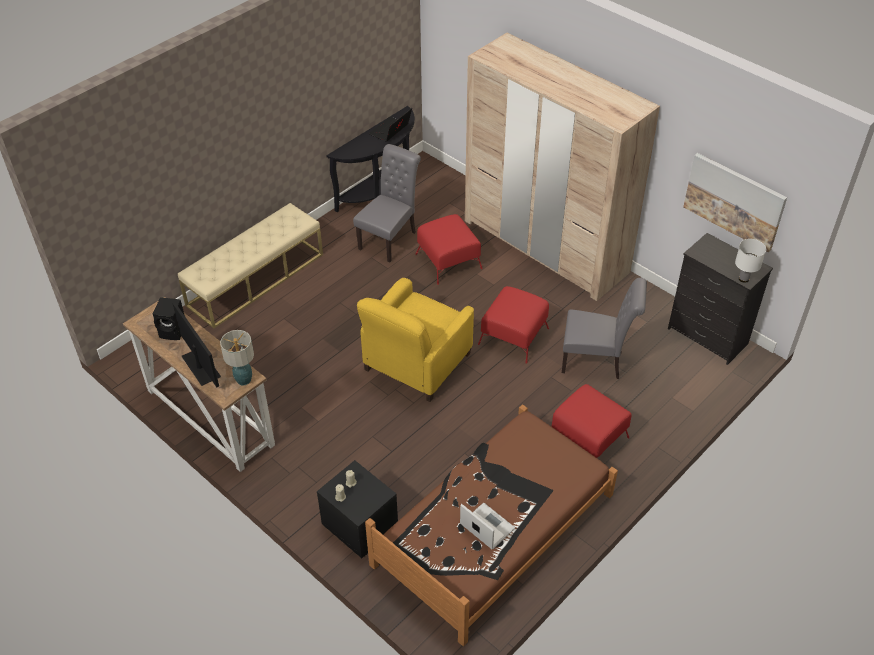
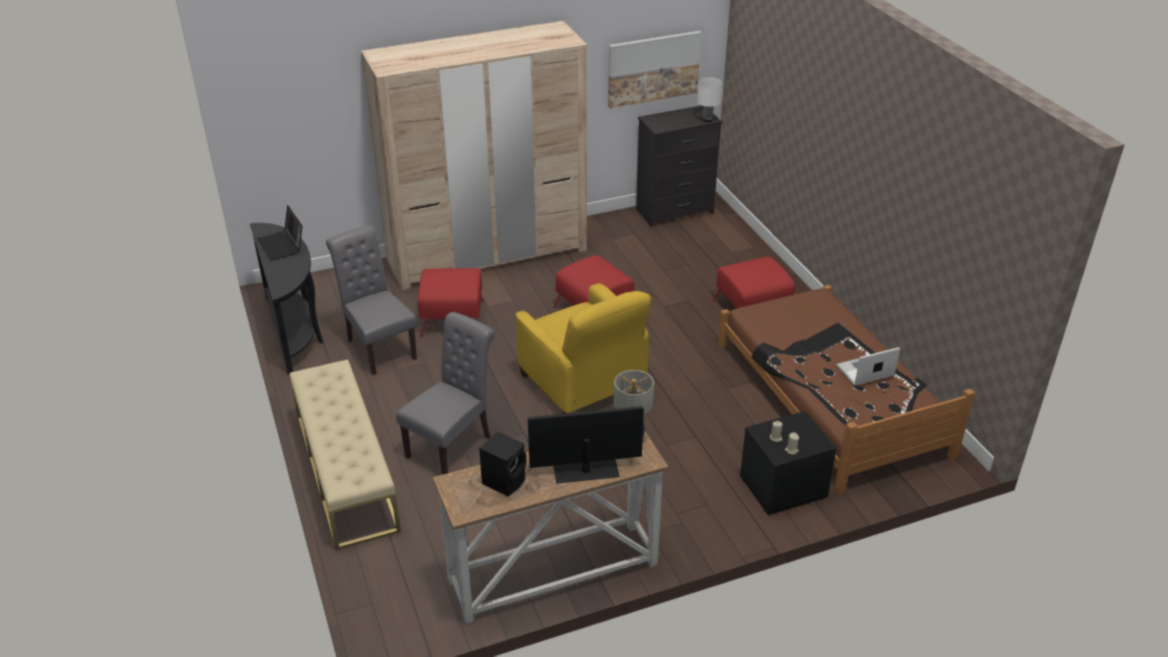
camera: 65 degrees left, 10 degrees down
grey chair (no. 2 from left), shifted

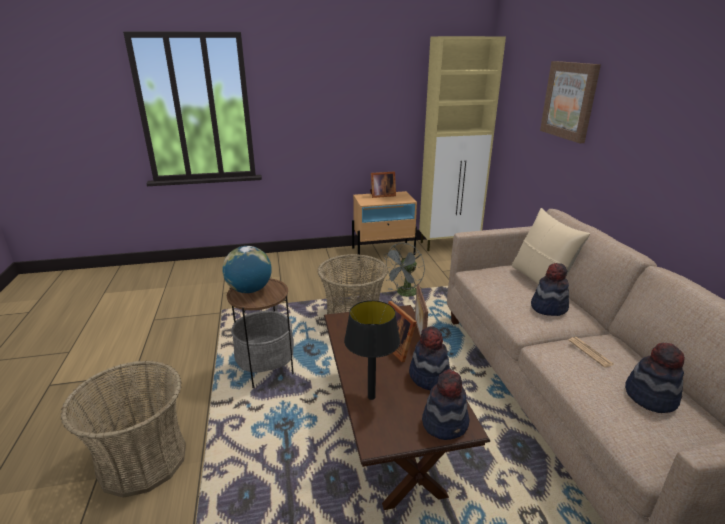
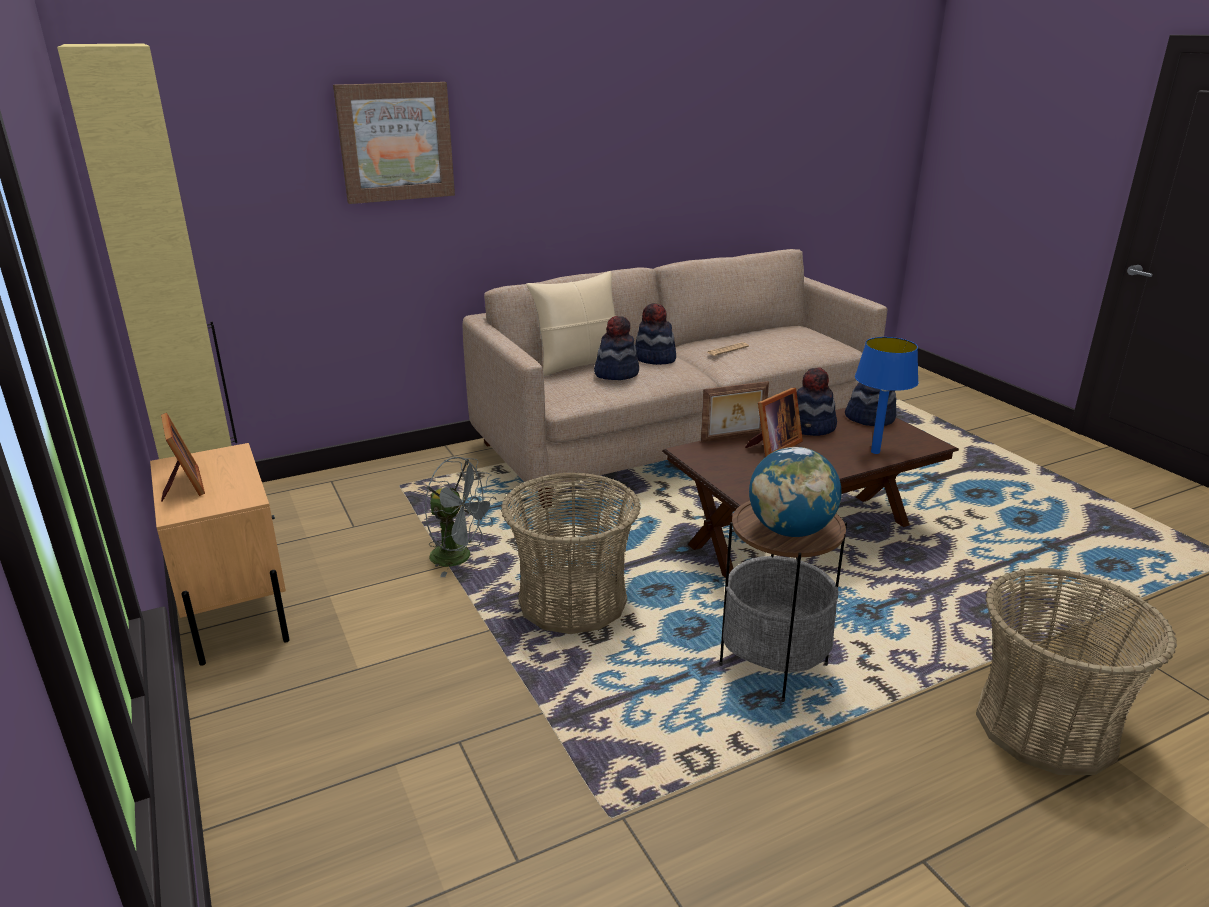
camera: 105 degrees left, 0 degrees up
hat (no. 4 from left in the first image) -> hat (no. 1 from left), shifted
black table lamp -> blue table lamp

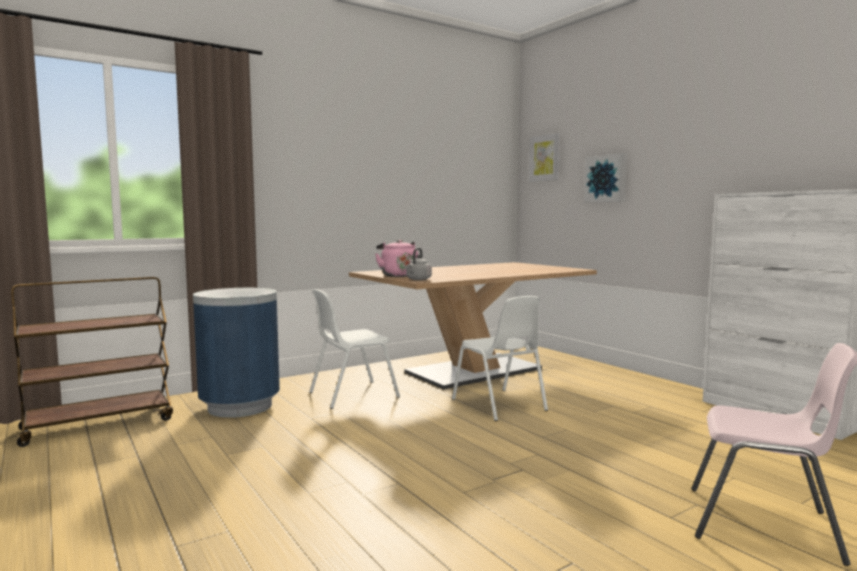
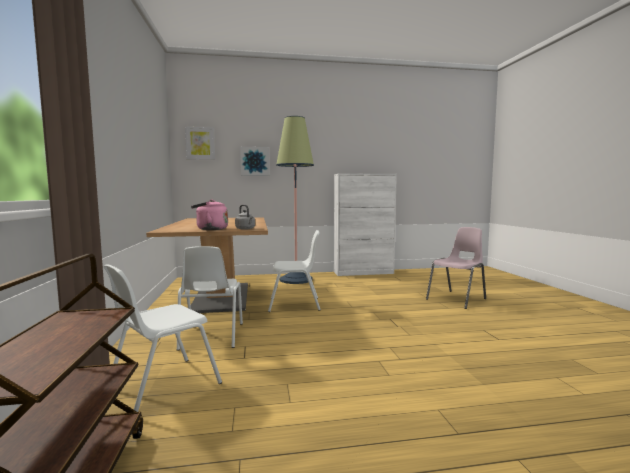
camera: 65 degrees left, 0 degrees up
blue trash can -> white chair (no. 1 from left)
none -> floor lamp

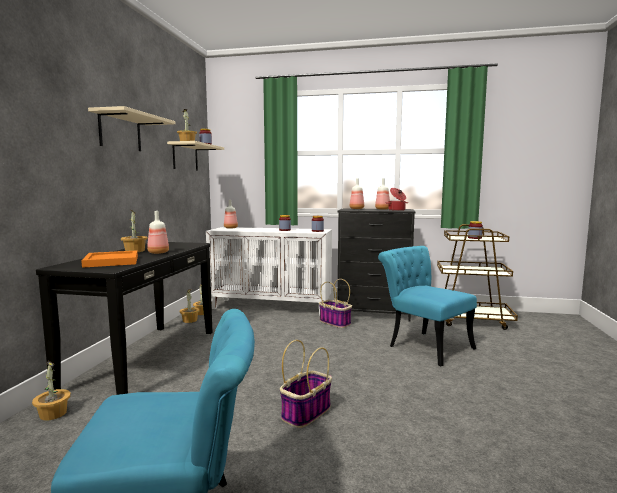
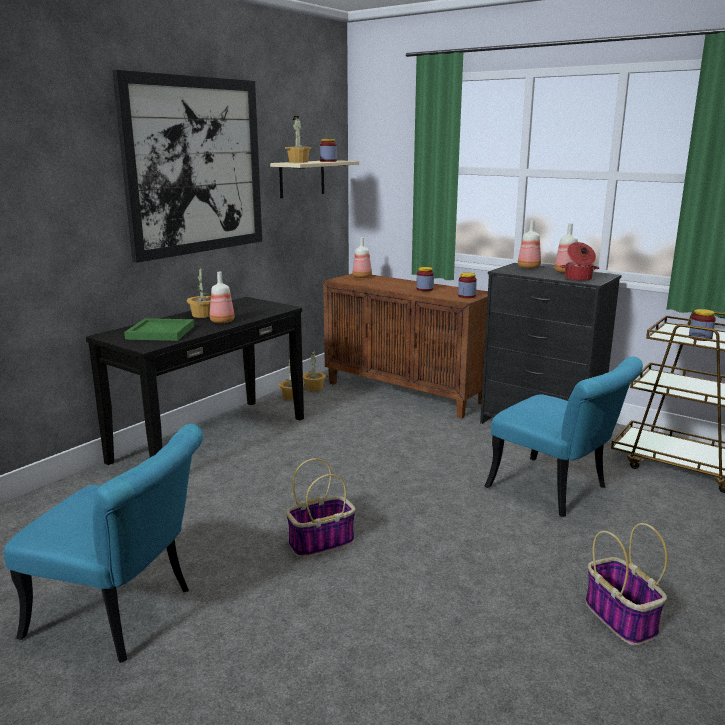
camera: 25 degrees right, 10 degrees up
beige shelf (no. 1 from left) -> picture
orange tray -> green tray
white cabinet -> brown cabinet
turquoise chair (no. 2 from left), 150 degrees clockwise
basket (no. 2 from left), shifted
potted plant (no. 1 from left) -> none

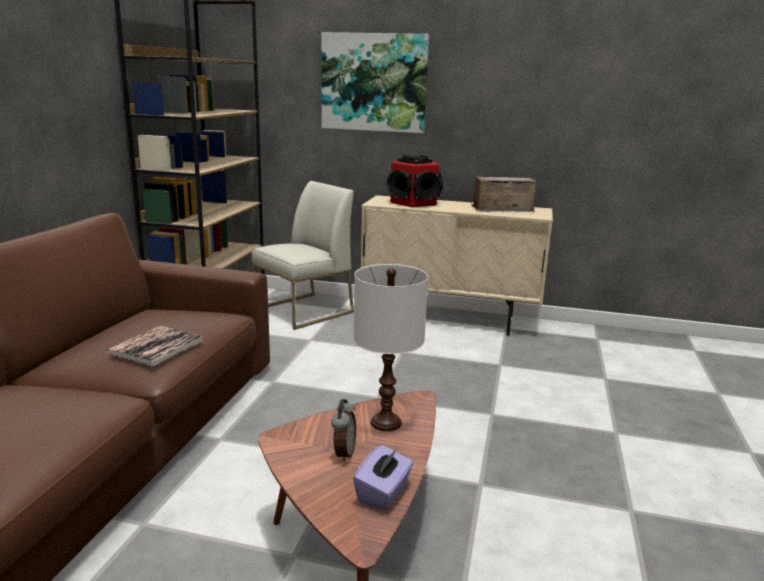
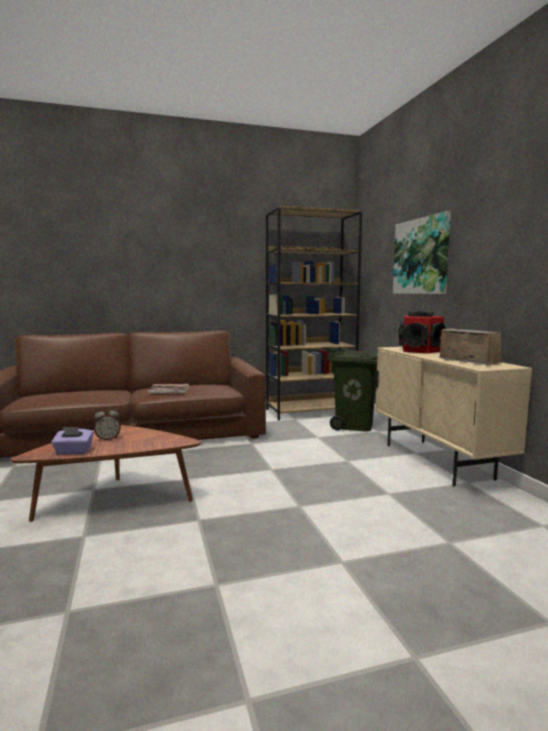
camera: 60 degrees right, 10 degrees down
white chair -> green trash can
white table lamp -> none

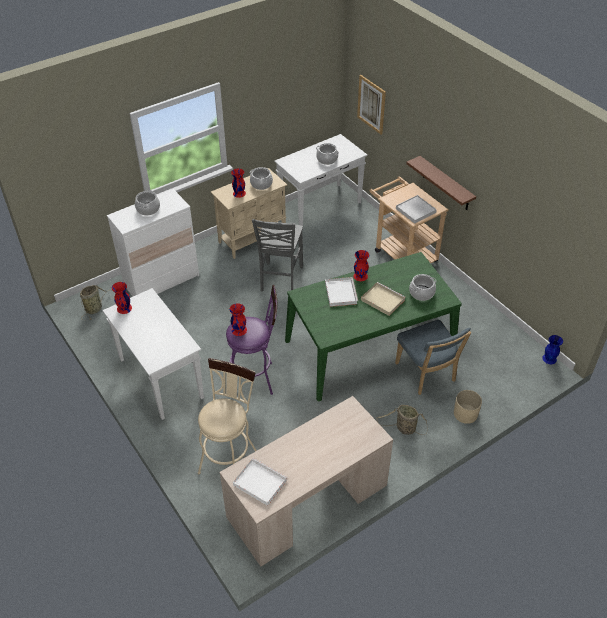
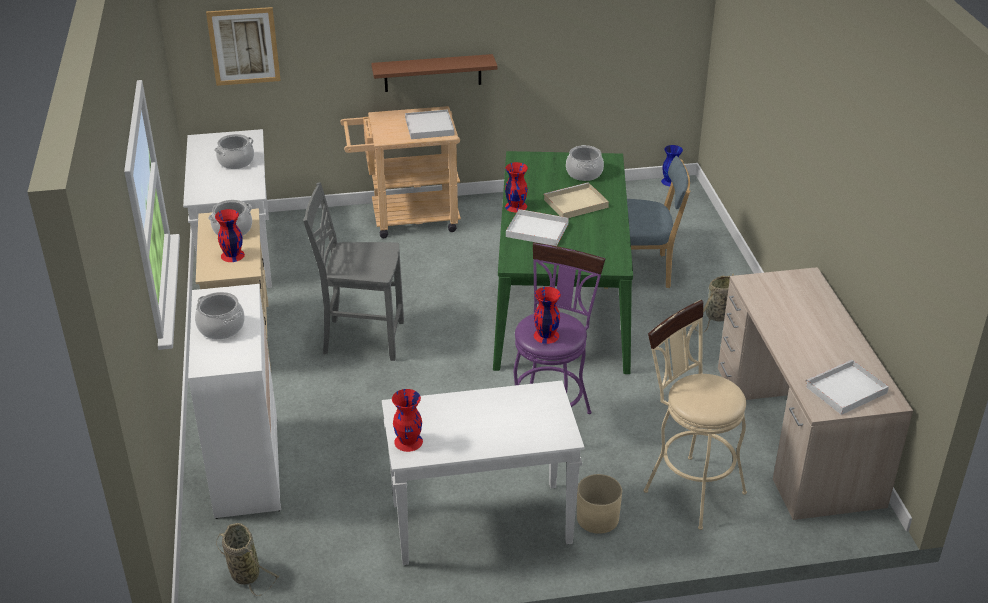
camera: 65 degrees left, 10 degrees down
grey chair, 150 degrees clockwise
beige planter, shifted

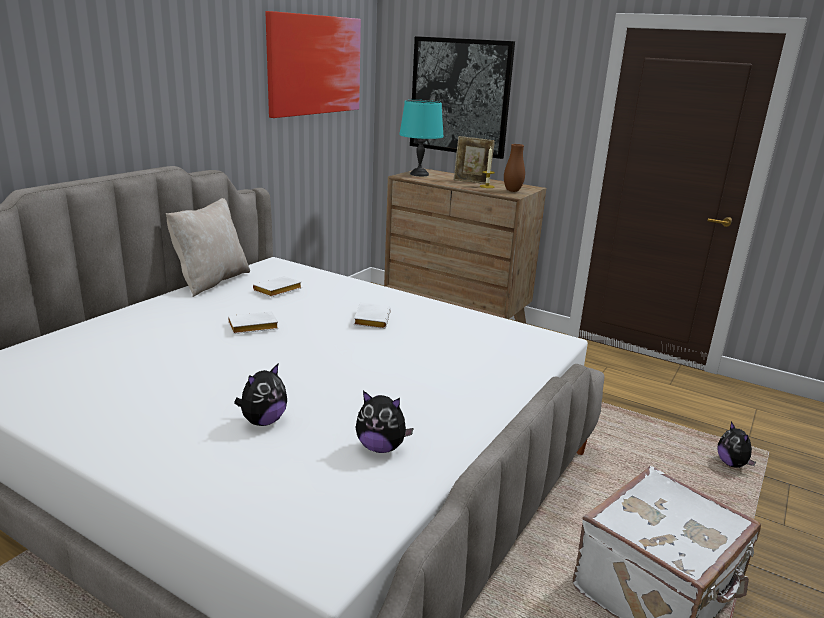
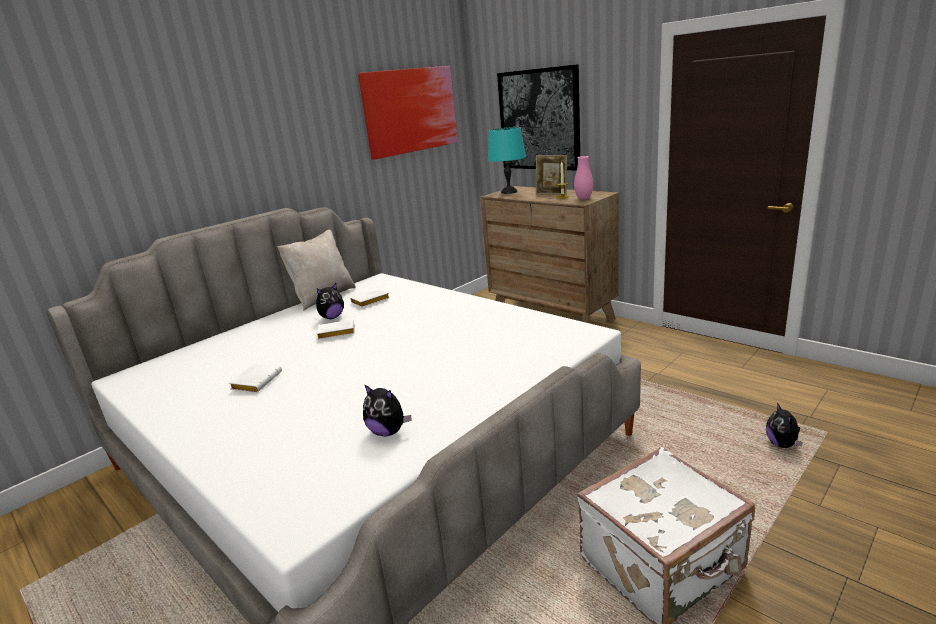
camera: 15 degrees right, 0 degrees up
white book (no. 3 from left in the first image) -> white book (no. 1 from left), shifted
plush toy (no. 1 from left), shifted
brown vase -> pink vase

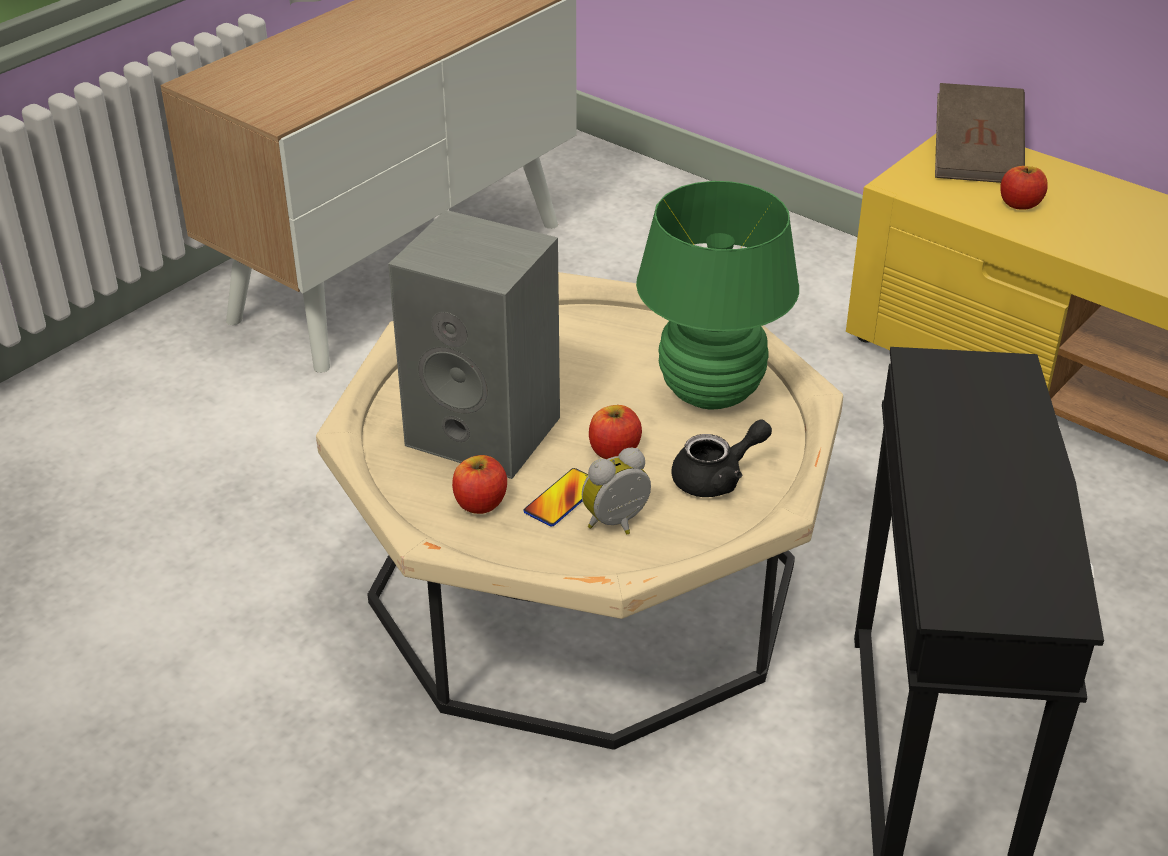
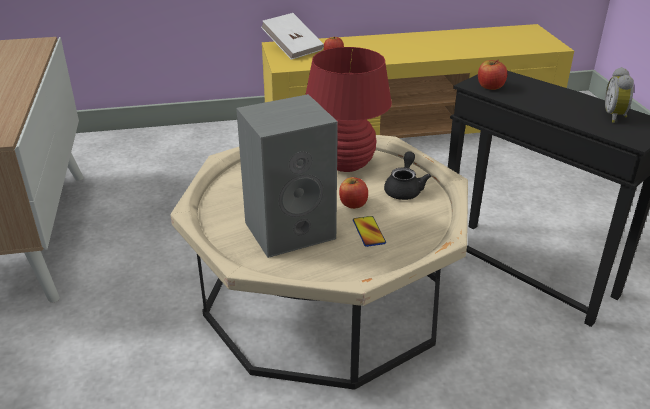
camera: 50 degrees left, 5 degrees down
brown book -> white book
green table lamp -> red table lamp
apple (no. 1 from left in the first image) -> apple (no. 3 from left), shifted
alarm clock, shifted

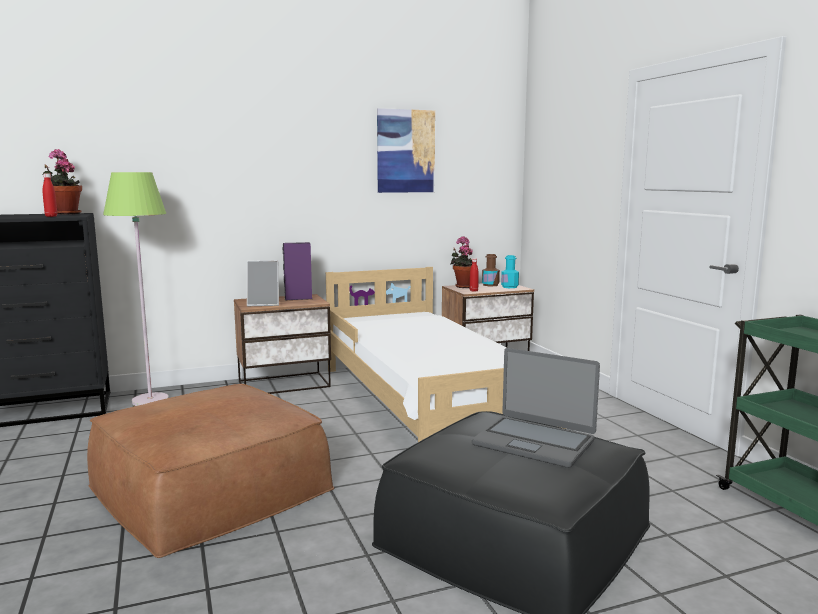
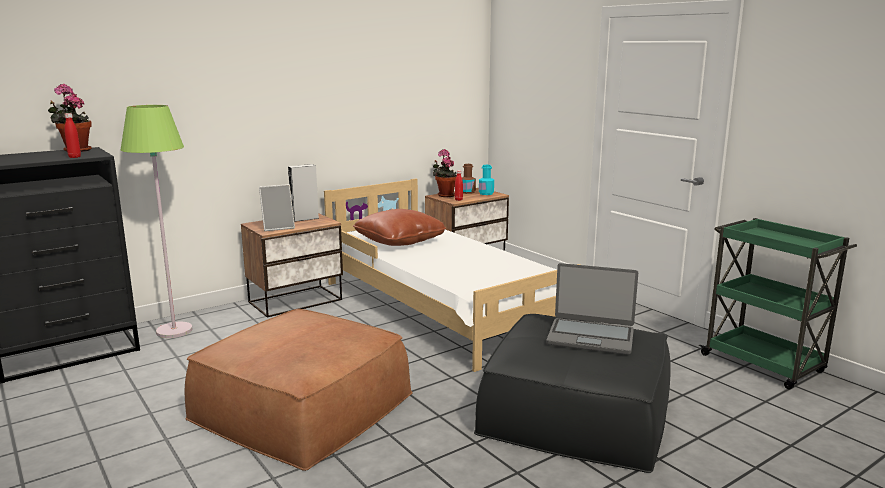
camera: 15 degrees left, 5 degrees up
purple speaker -> grey speaker
none -> brown pillow
picture -> none

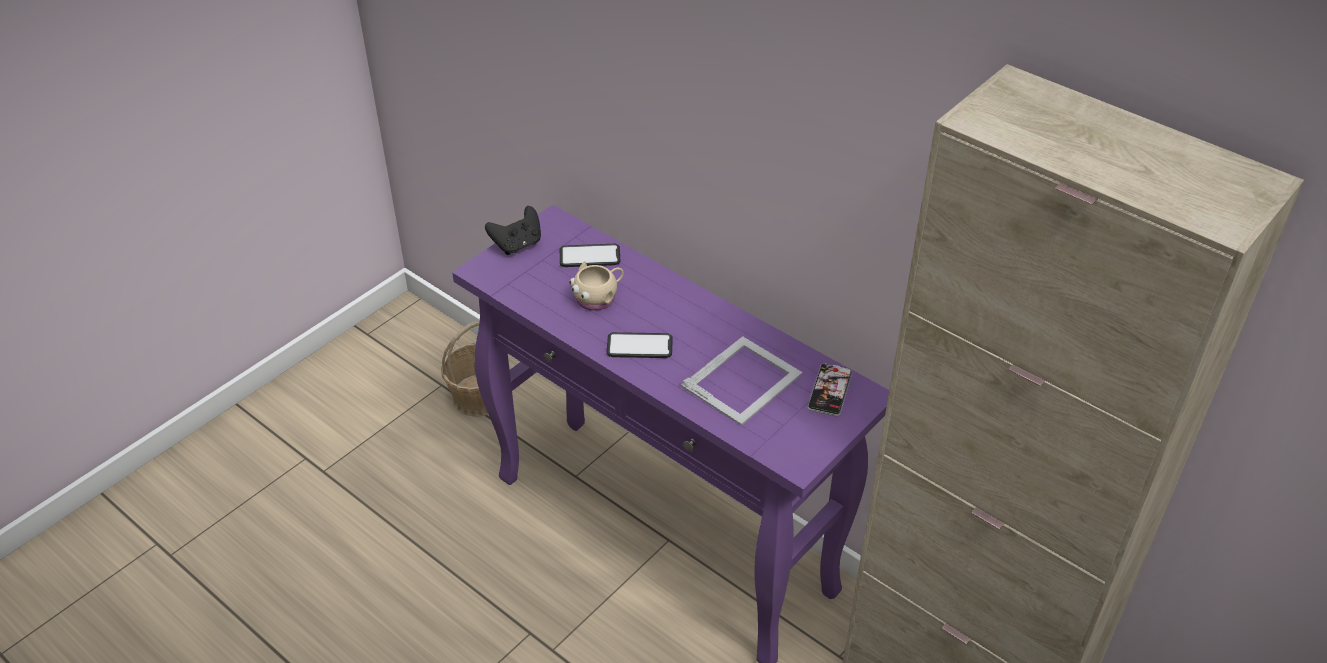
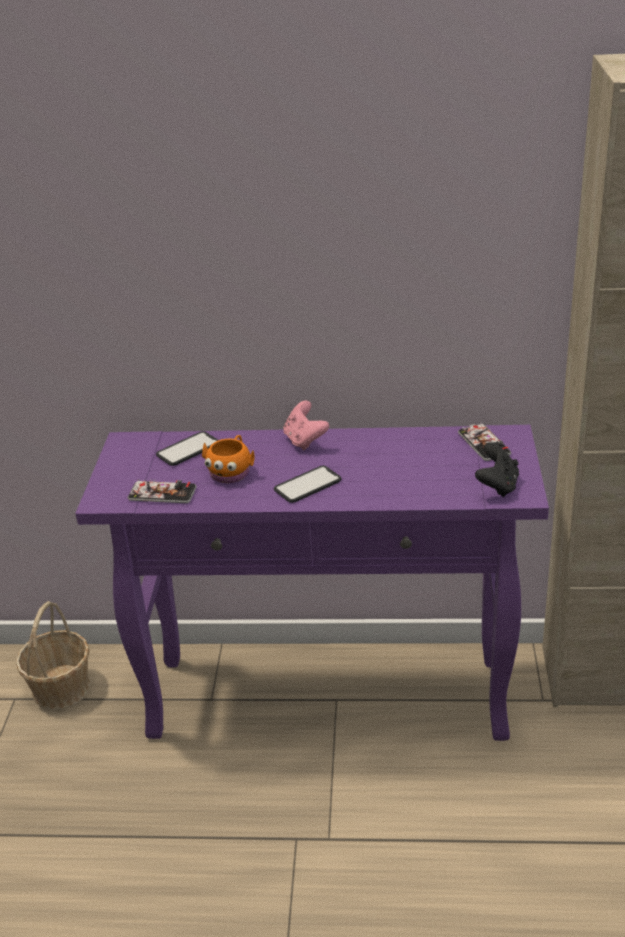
camera: 35 degrees left, 10 degrees down
none -> phone (no. 1 from left)
beige mug -> orange mug
none -> pink game controller
black game controller, shifted
picture frame -> none

